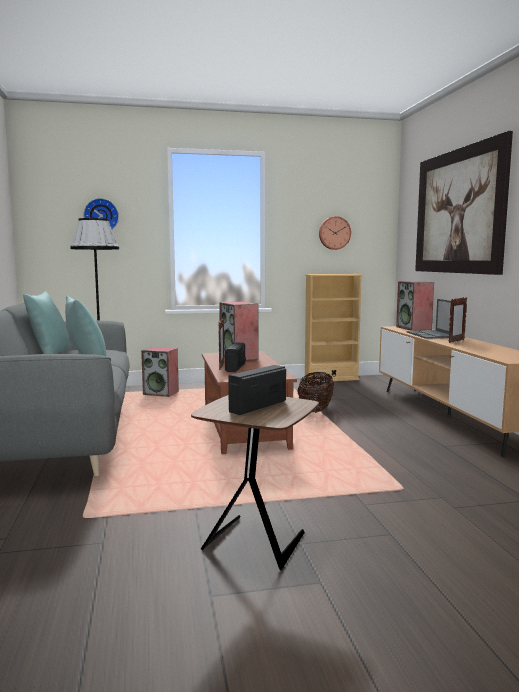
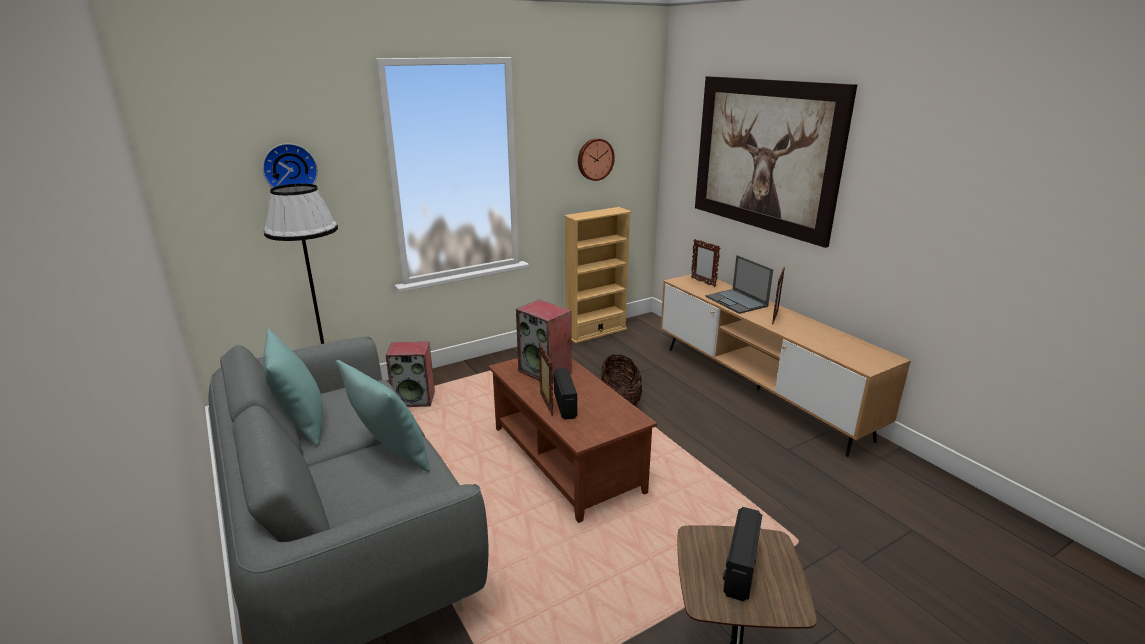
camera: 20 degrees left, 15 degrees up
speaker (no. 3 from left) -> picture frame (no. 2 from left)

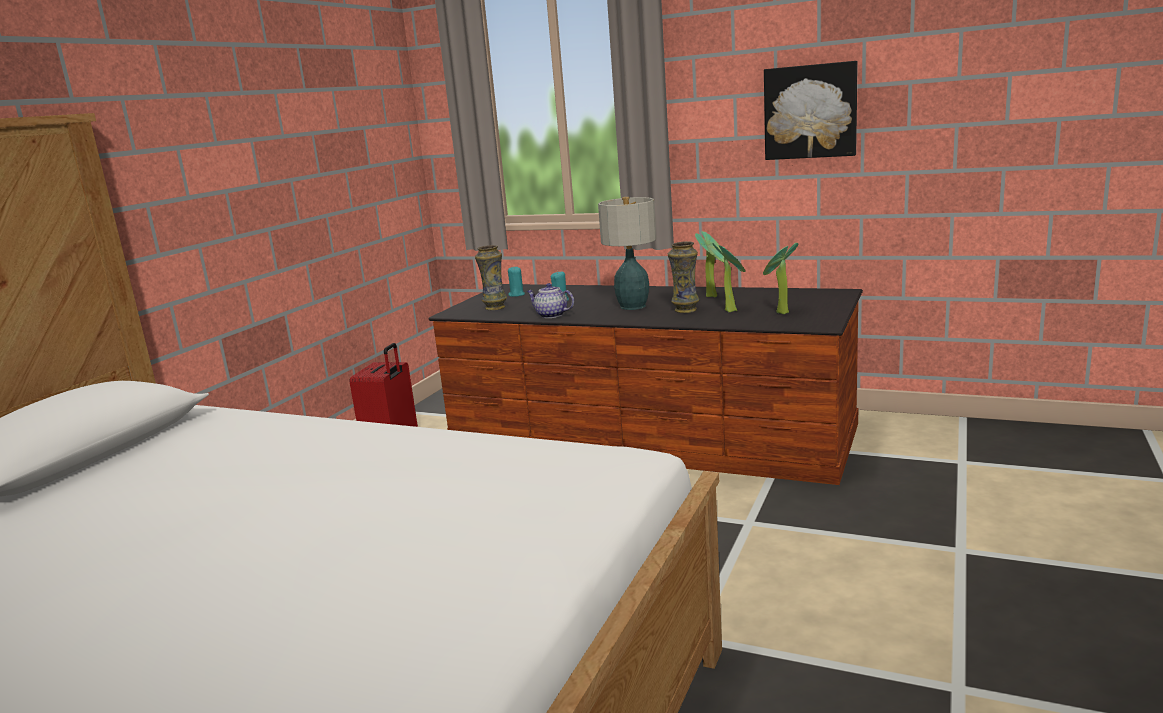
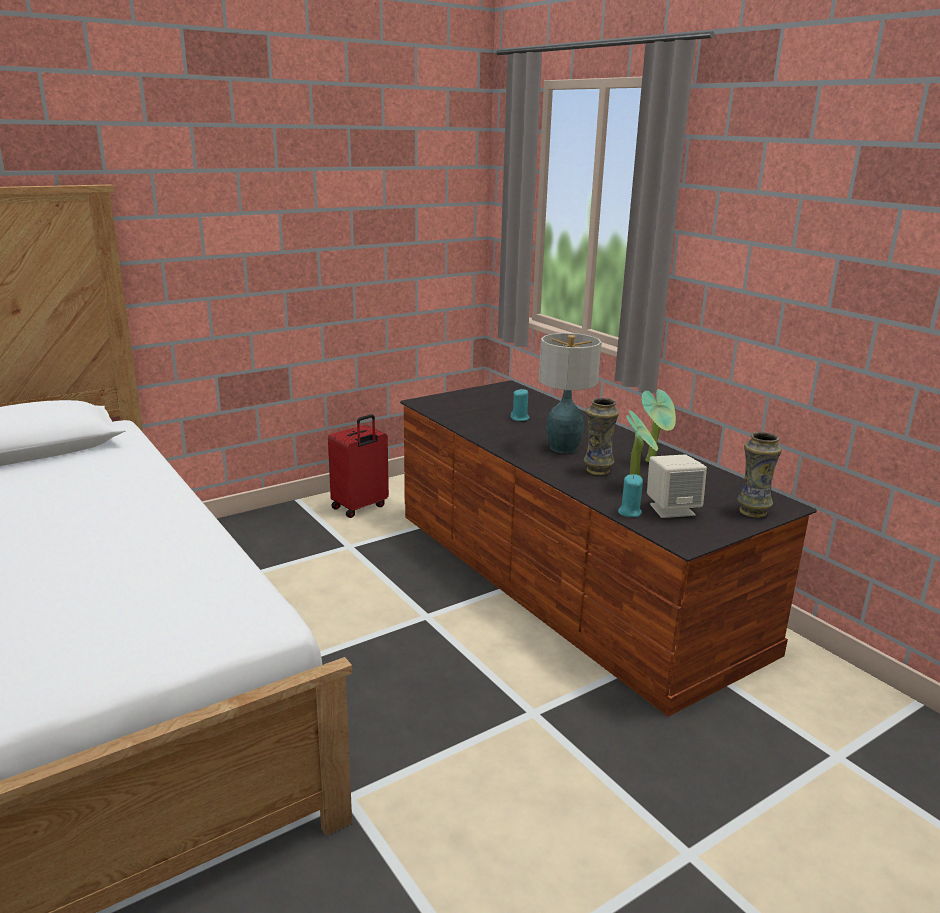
camera: 30 degrees right, 5 degrees up
turquoise candle (no. 1 from left in the first image) -> turquoise candle (no. 2 from left), shifted
potted plant (no. 3 from left) -> beige speaker
vase (no. 1 from left in the first image) -> vase (no. 2 from left), shifted
teapot -> none
picture -> none

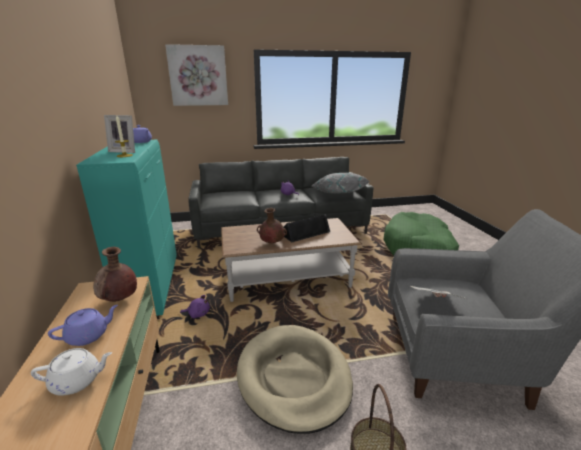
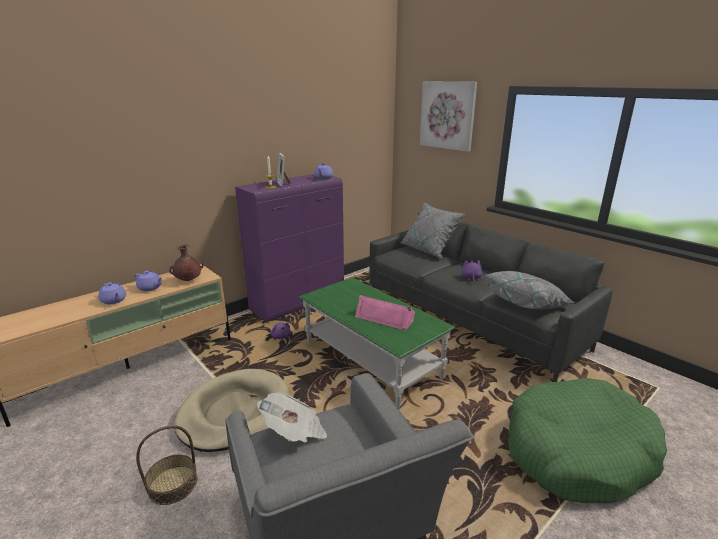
camera: 60 degrees right, 0 degrees up
white teapot -> purple teapot (no. 1 from left)
turquoise cabinet -> purple cabinet
brown coffee table -> green coffee table
black speaker -> pink speaker
none -> grey pillow (no. 1 from left)
brown vase (no. 2 from left) -> none

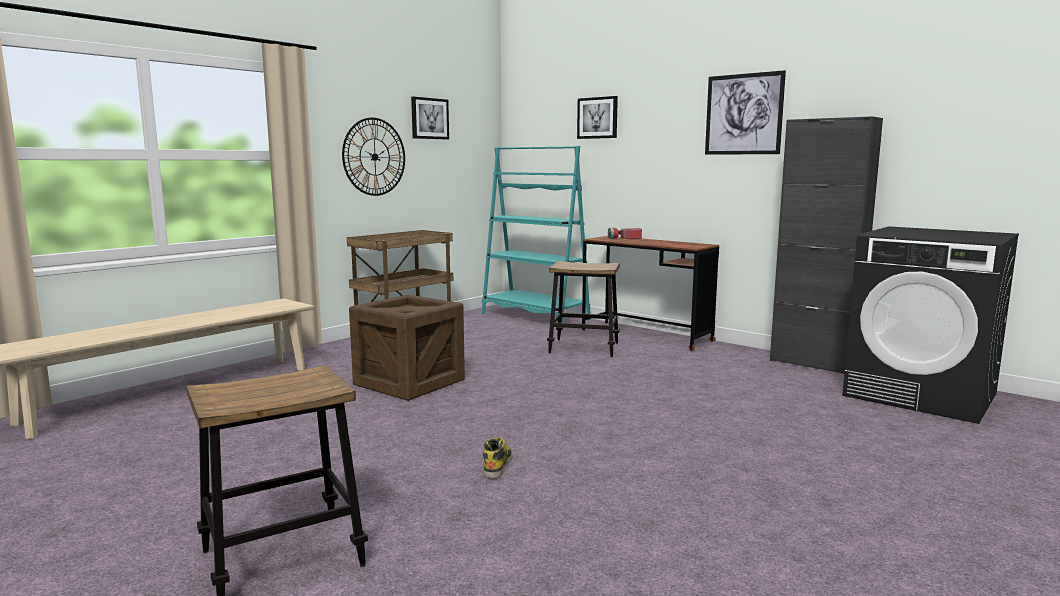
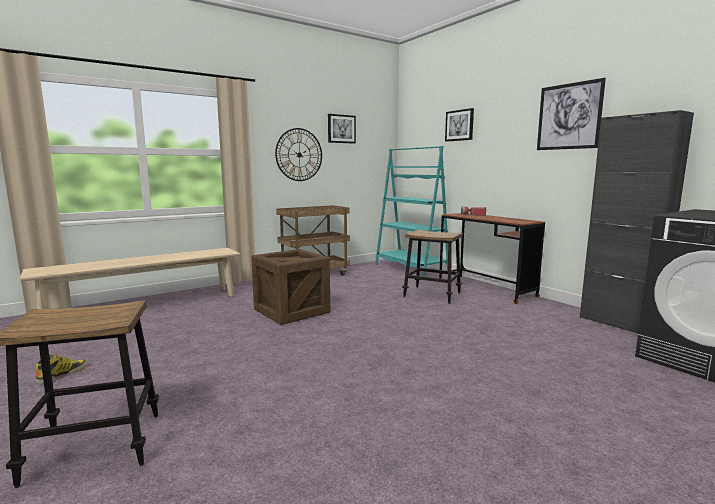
camera: 15 degrees right, 0 degrees up
boot, shifted

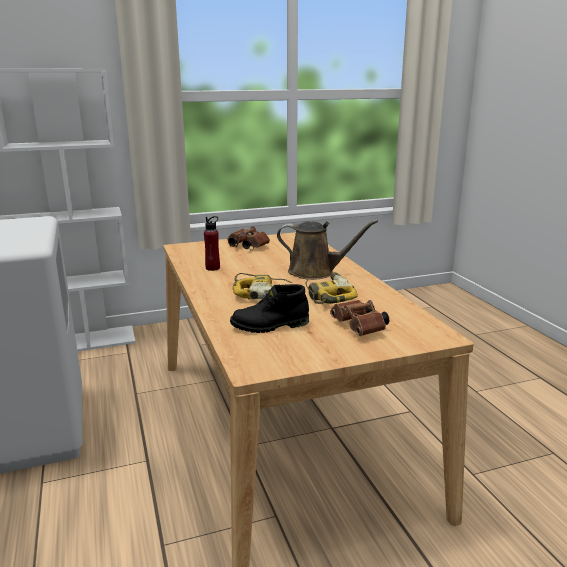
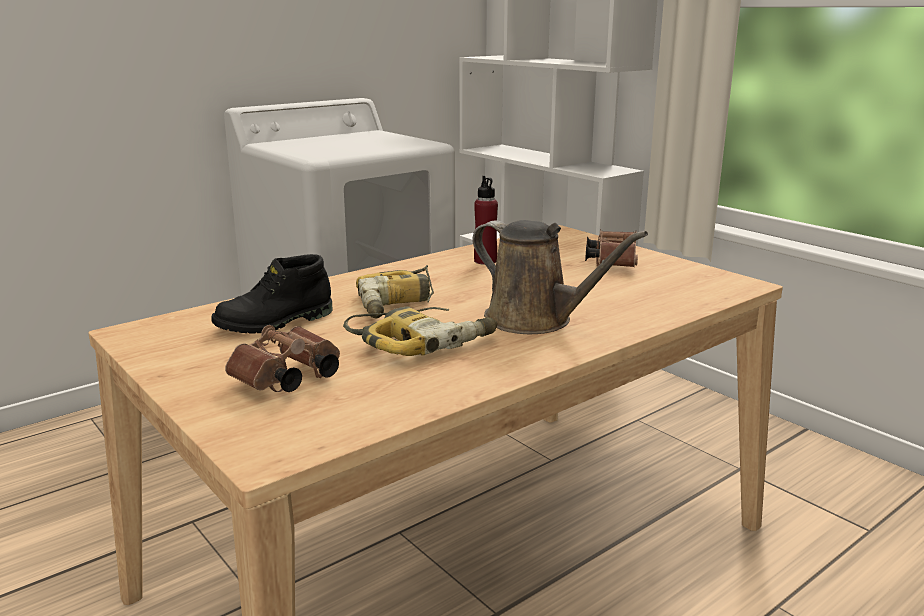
camera: 70 degrees right, 0 degrees up
black boot, 90 degrees counterclockwise
brown watering can, 45 degrees counterclockwise

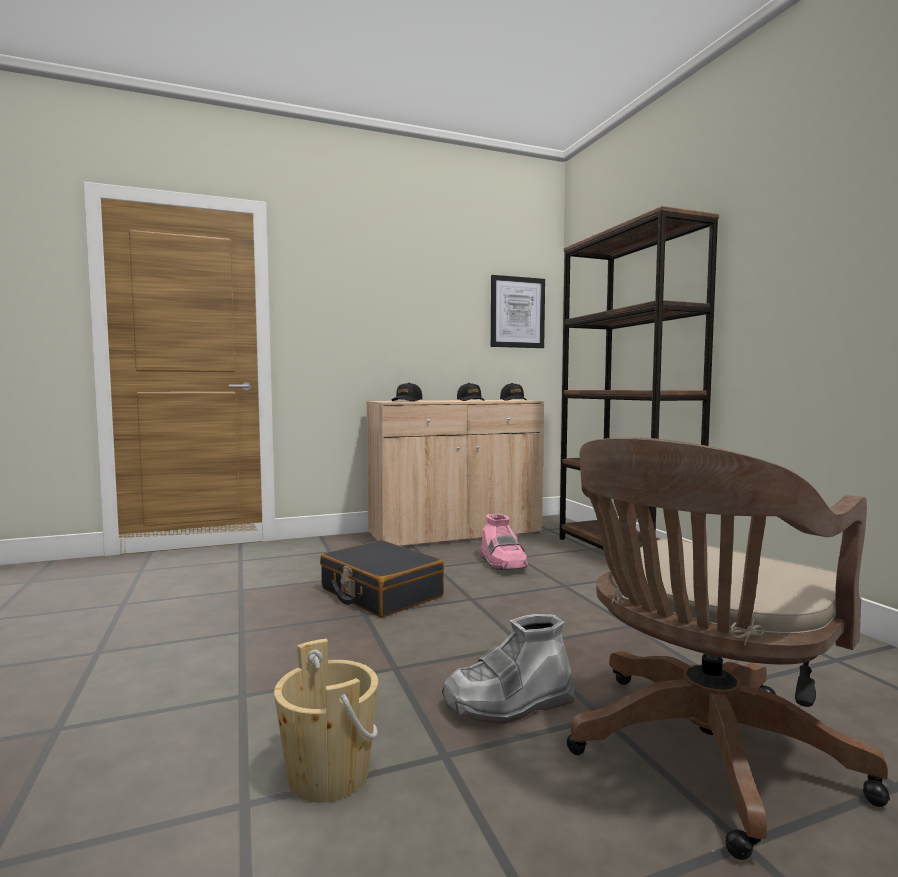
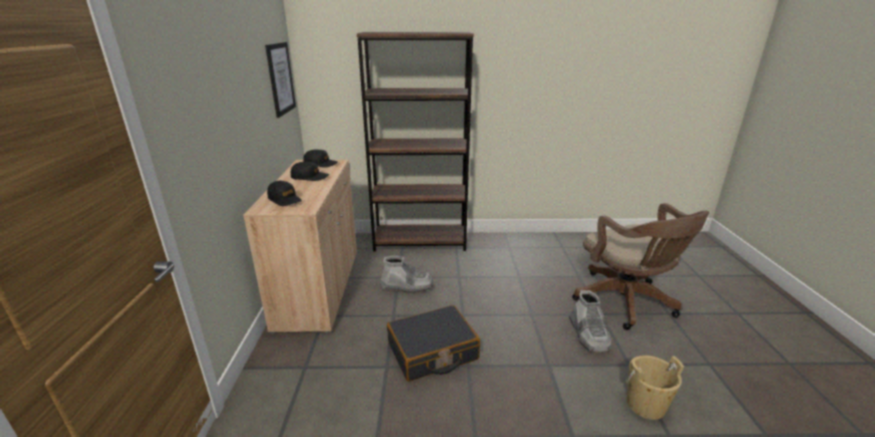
camera: 70 degrees left, 20 degrees up
pink boot -> grey boot (no. 1 from left)

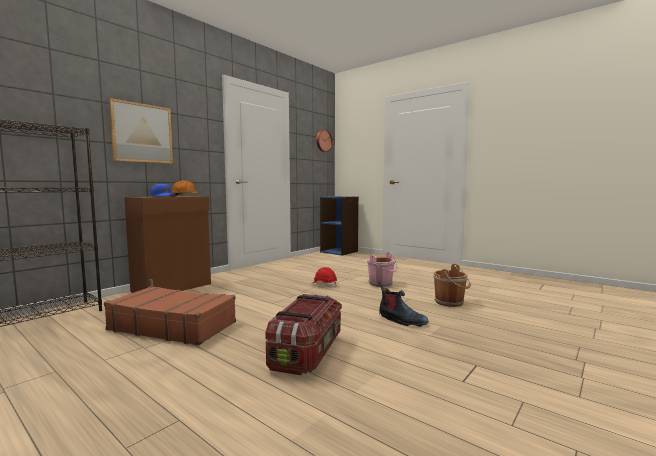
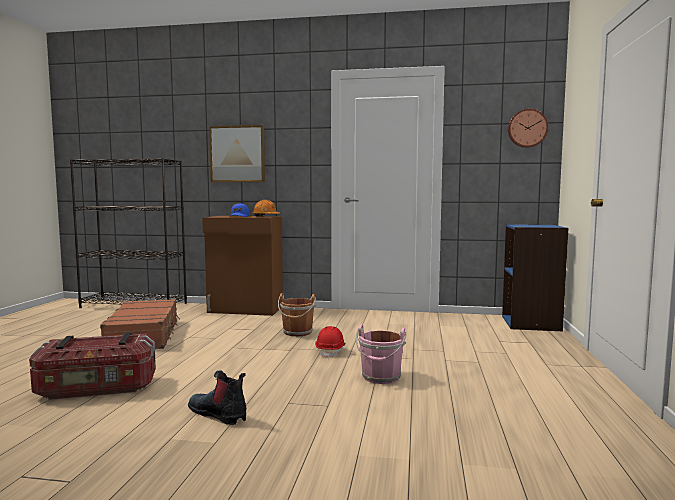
camera: 60 degrees right, 0 degrees up
boot, 120 degrees clockwise
brown bucket, shifted

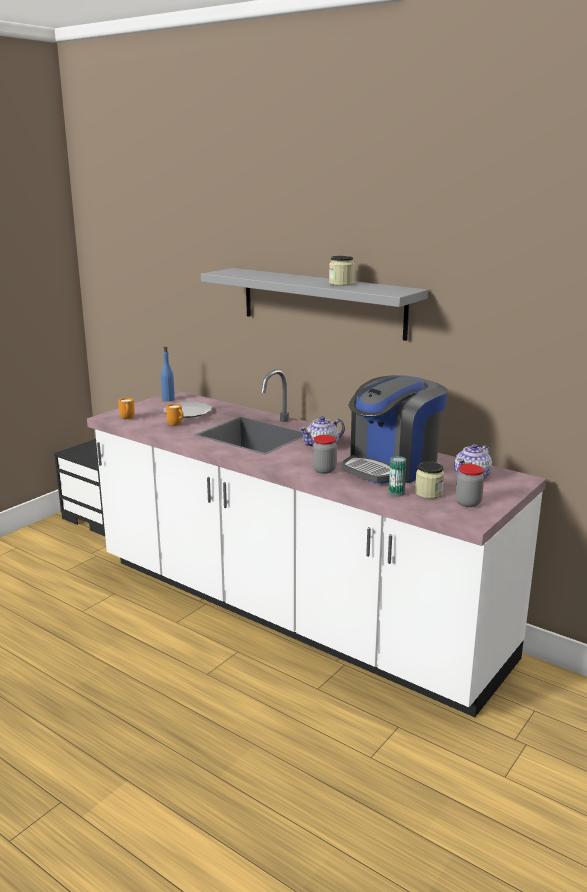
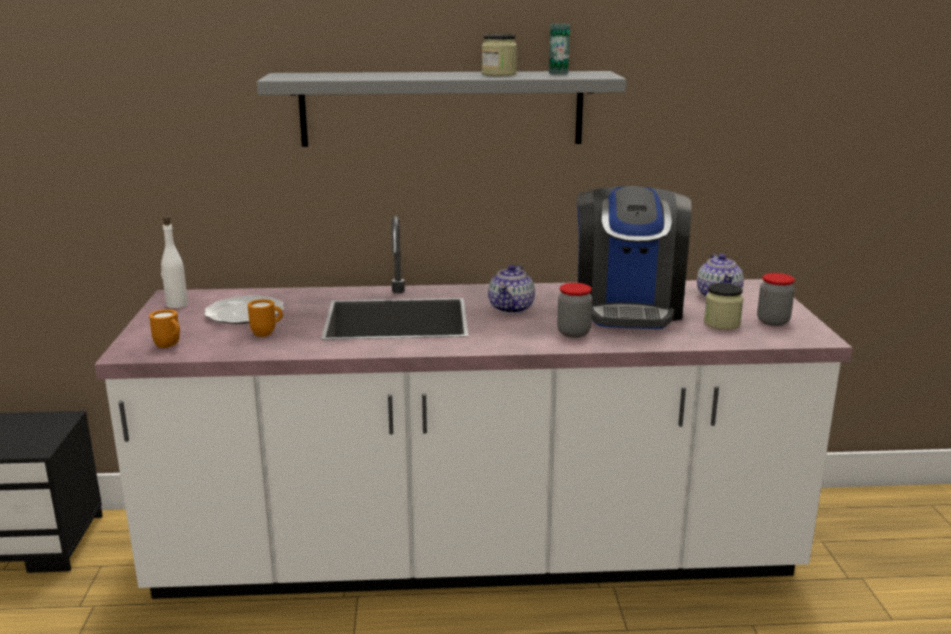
camera: 40 degrees left, 0 degrees up
blue bottle -> white bottle
can, shifted

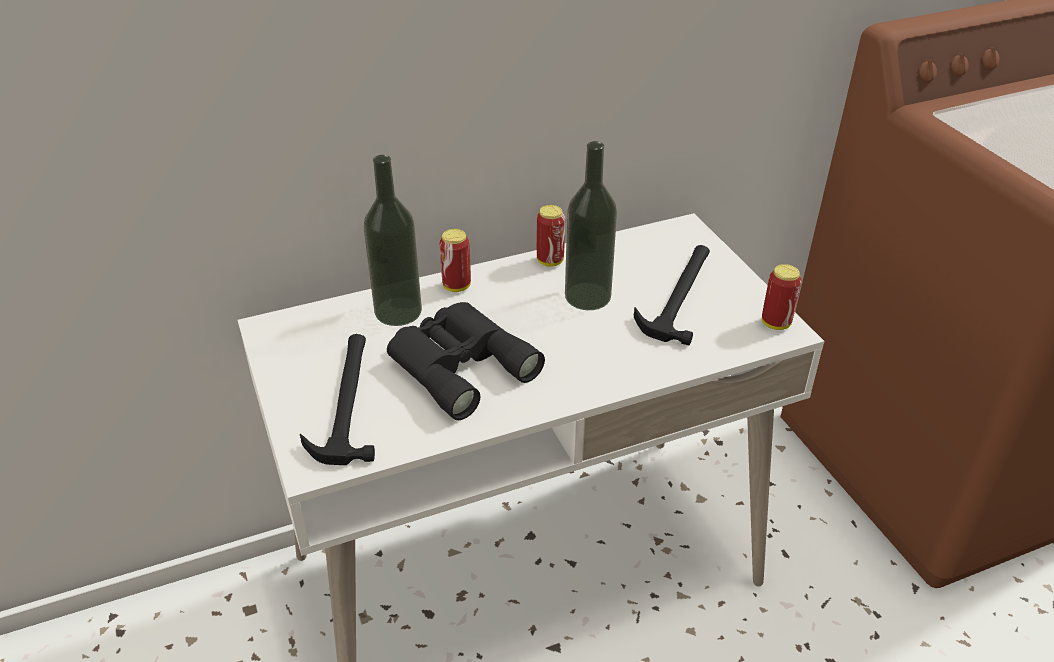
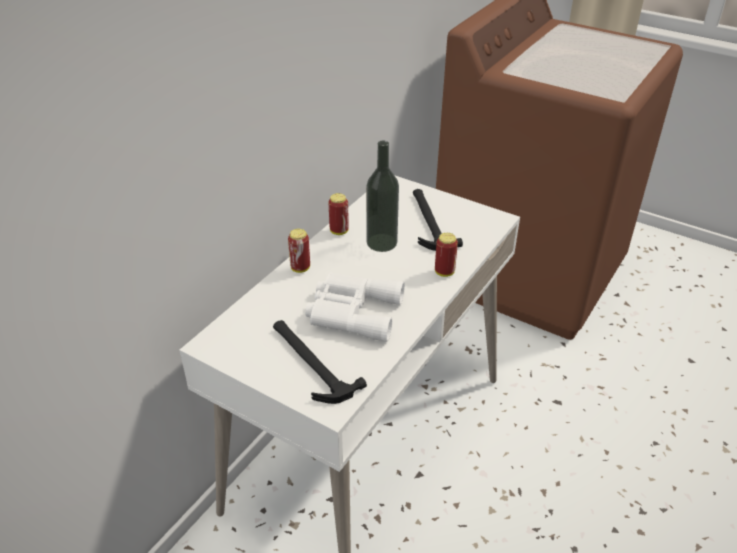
camera: 35 degrees left, 0 degrees up
black binoculars -> white binoculars
can (no. 3 from left), shifted
bottle (no. 1 from left) -> none

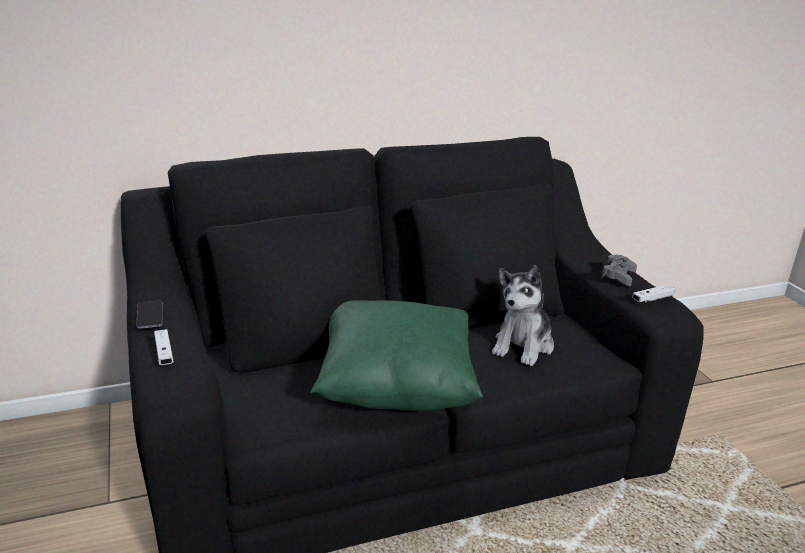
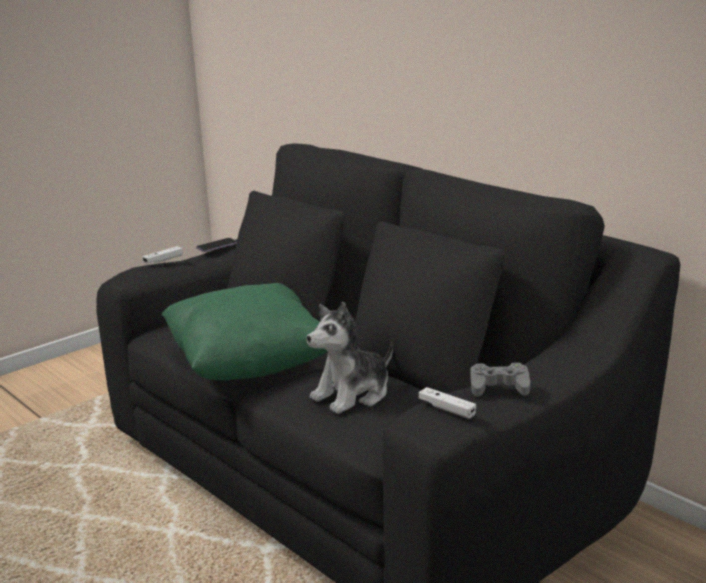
camera: 70 degrees right, 5 degrees down
plush toy, 45 degrees counterclockwise

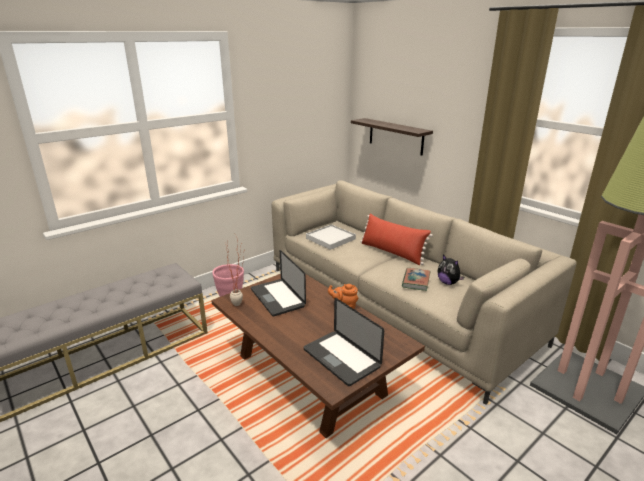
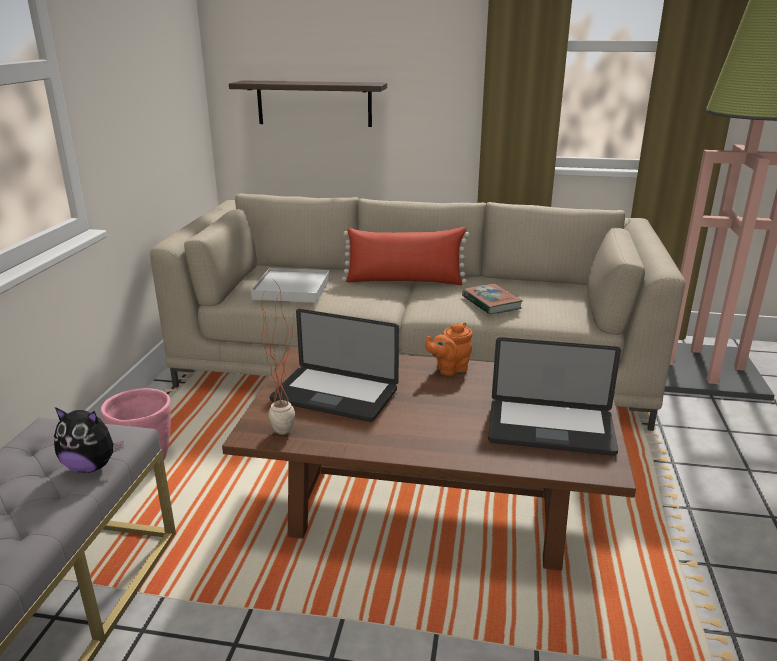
camera: 40 degrees left, 0 degrees up
plush toy, shifted

